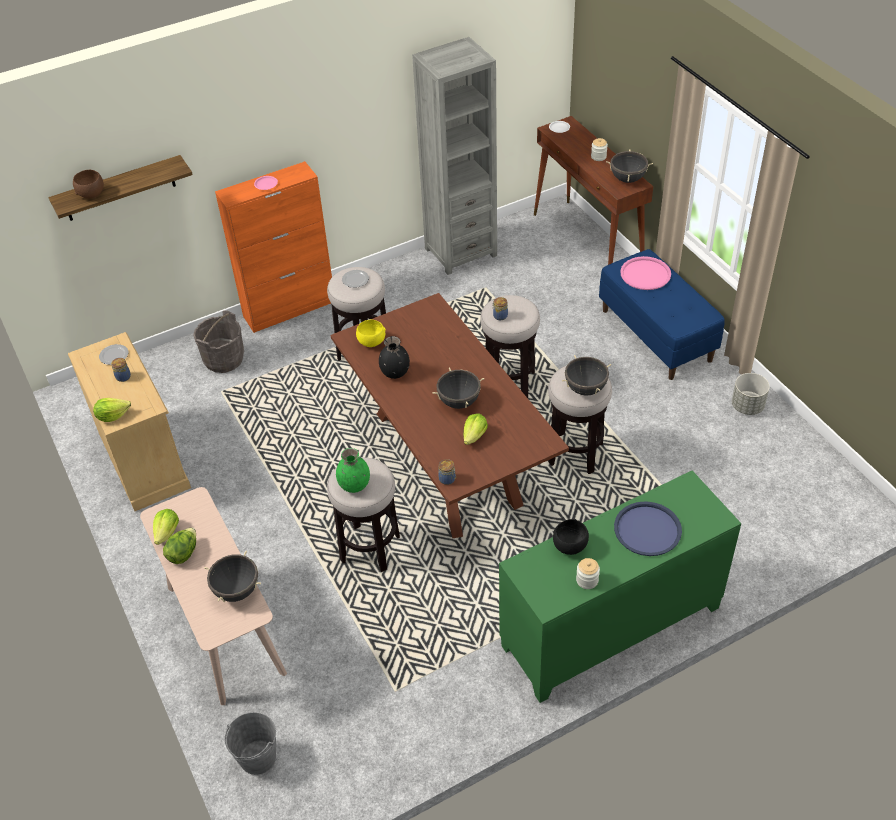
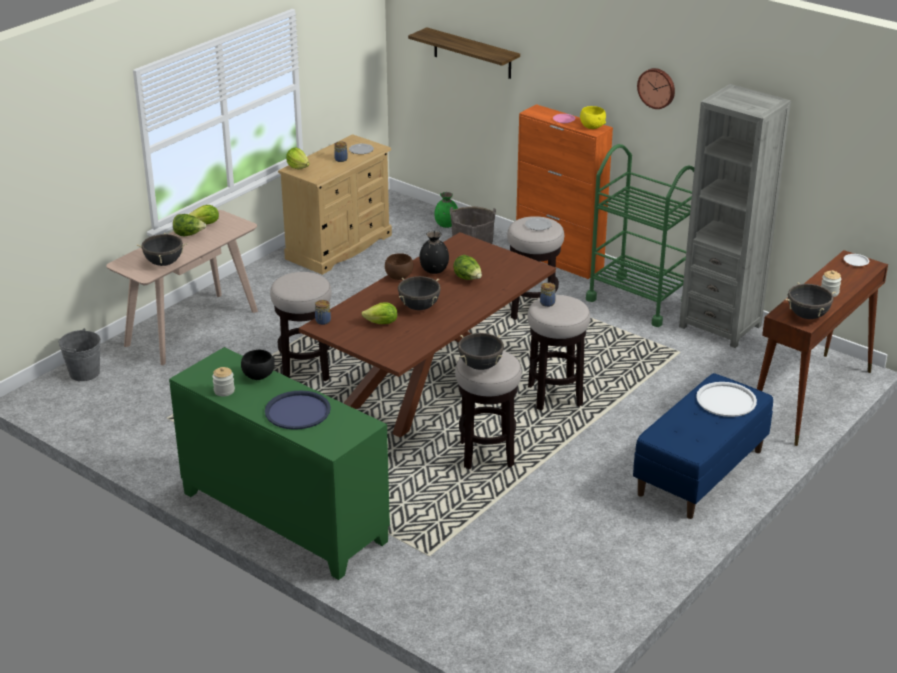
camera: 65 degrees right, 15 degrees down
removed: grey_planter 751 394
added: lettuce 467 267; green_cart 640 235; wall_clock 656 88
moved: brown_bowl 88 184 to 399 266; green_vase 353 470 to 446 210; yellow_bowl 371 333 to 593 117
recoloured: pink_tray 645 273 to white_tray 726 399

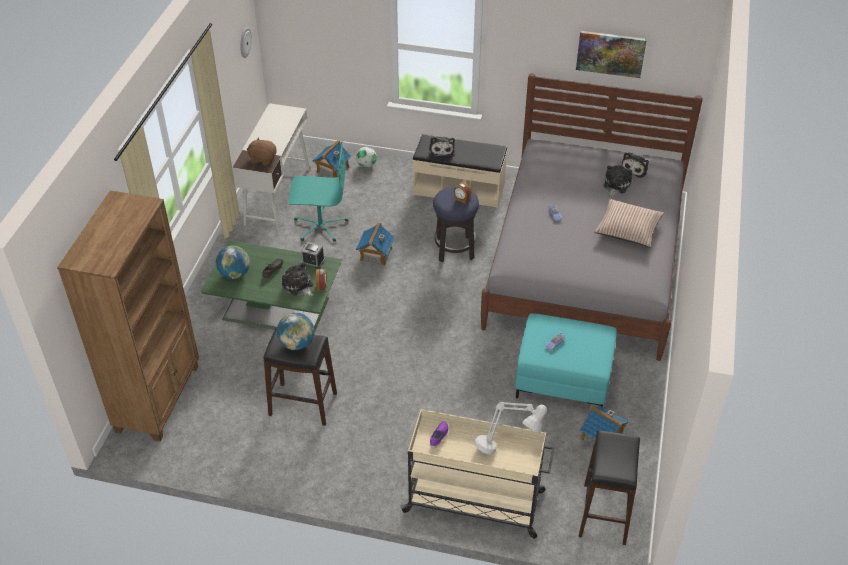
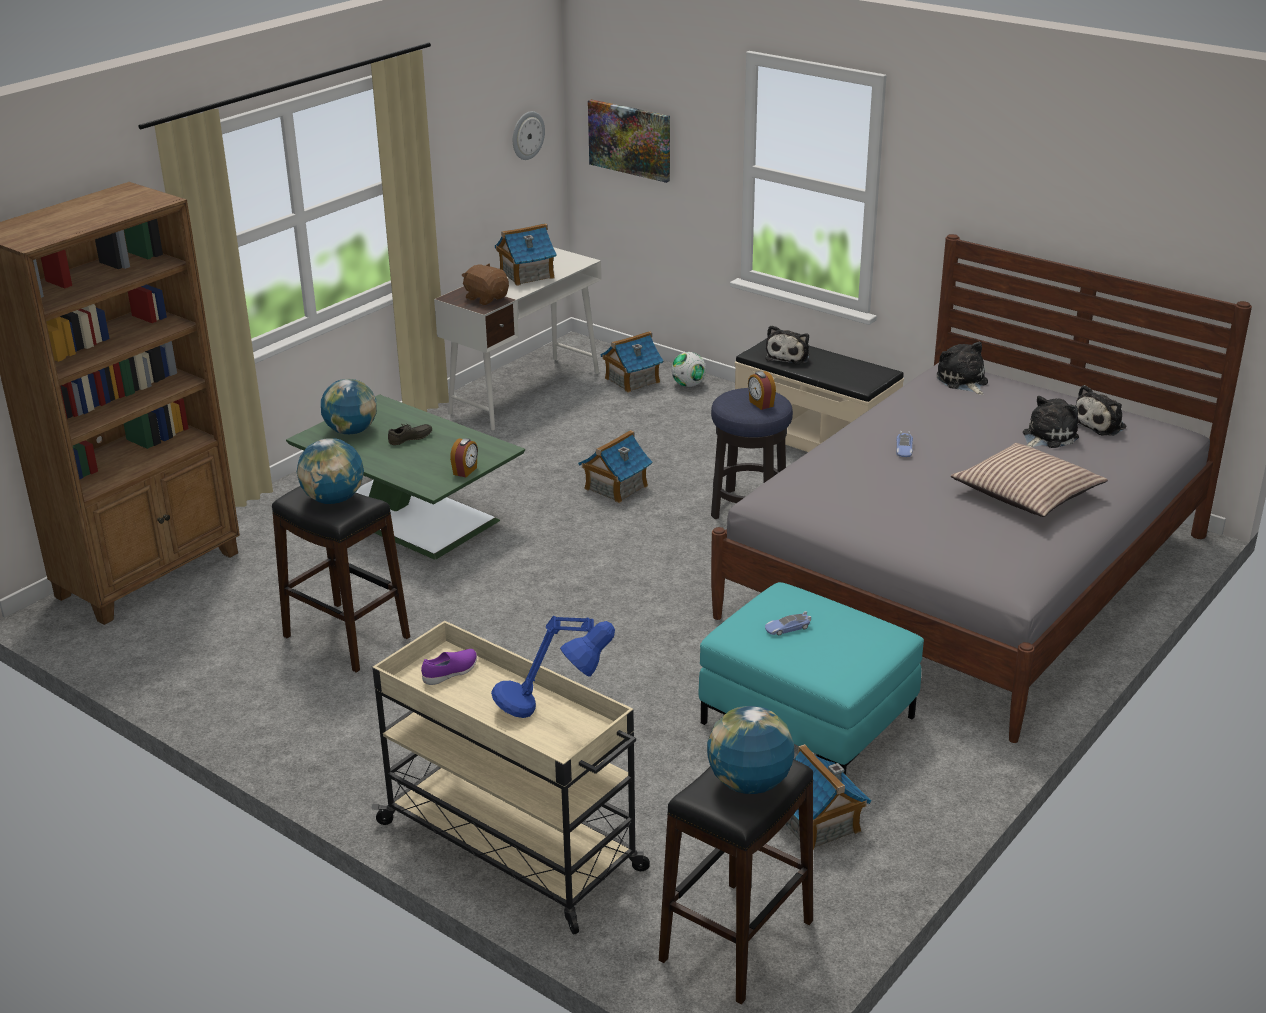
camera: 25 degrees right, 15 degrees down
removed: turquoise_office_chair 318 191; alarm_clock 313 255
added: toy_house 526 254; globe 750 750
moved: plush_toy 297 279 to 962 368; picture 611 54 to 629 141
recoloured: grey_table_lamp 510 428 to blue_table_lamp 553 667

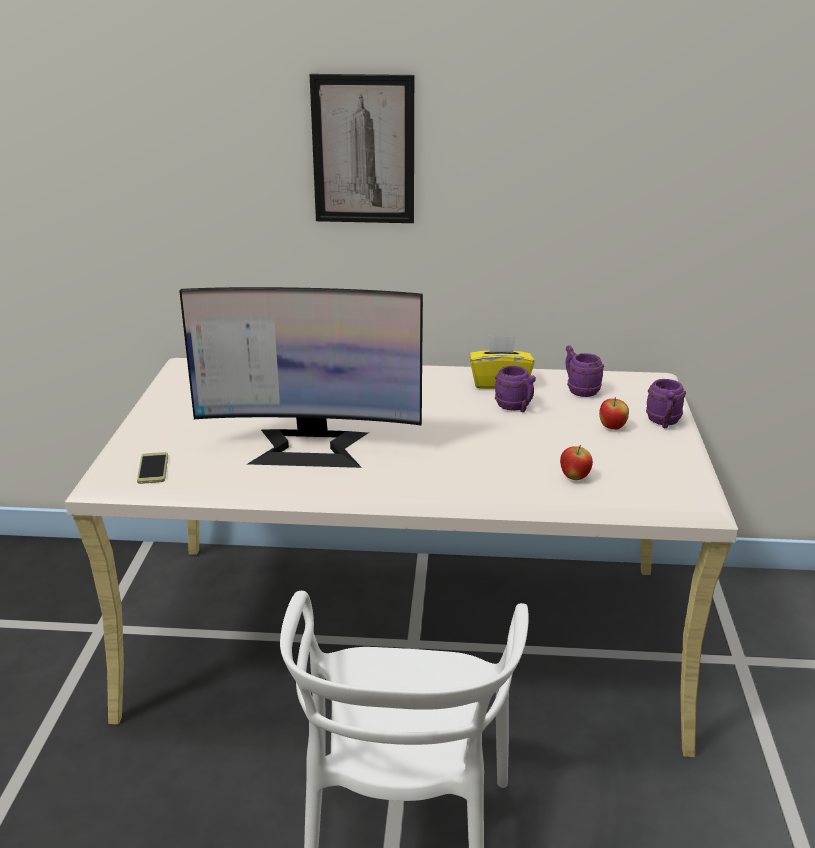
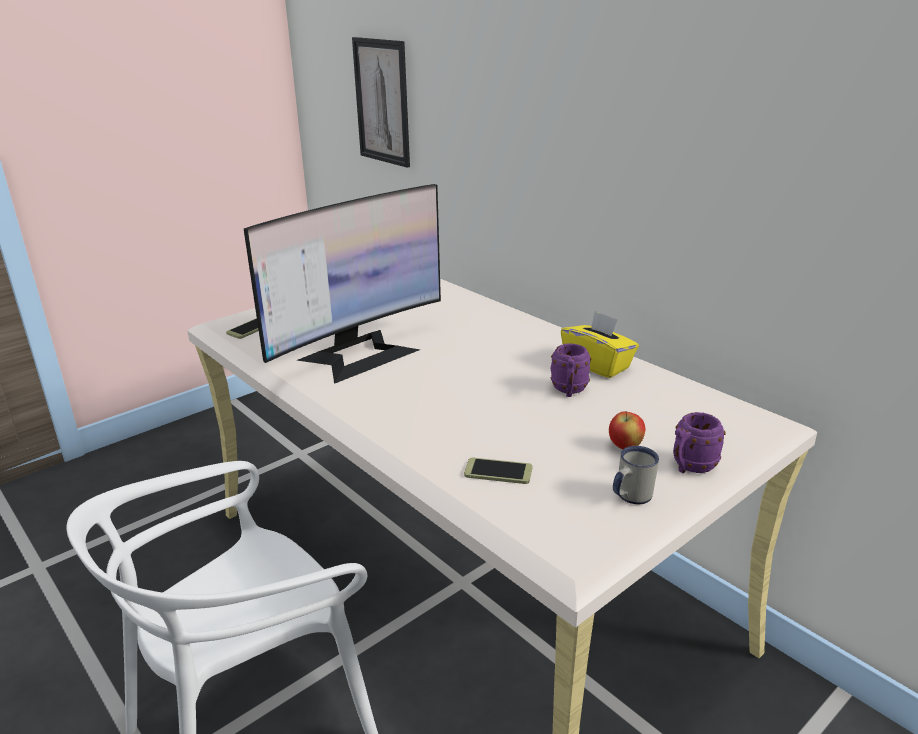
camera: 45 degrees right, 0 degrees up
removed: purple_mug 584 371
added: white_mug 636 475
moved: picture 362 148 to 381 102
replaced: apple 576 462 to phone 498 471
turned: monitor 301 377 = 342 284 90 degrees counterclockwise

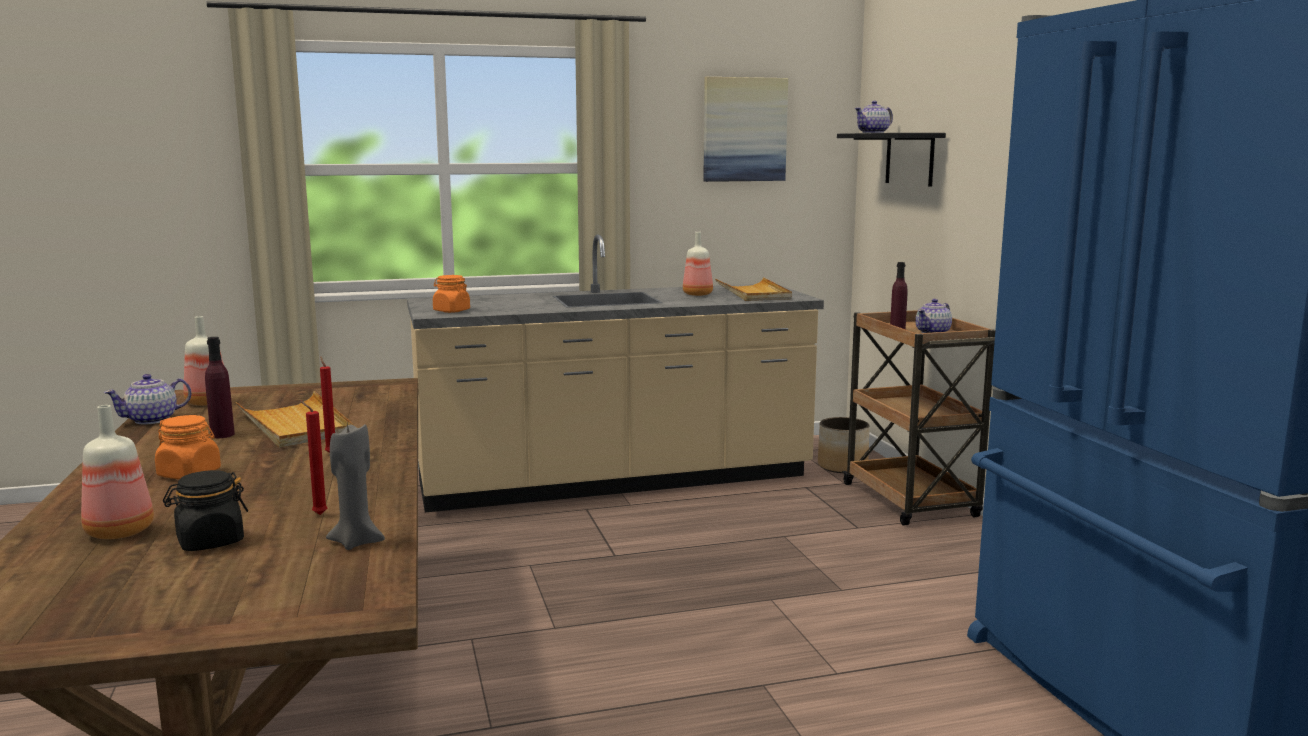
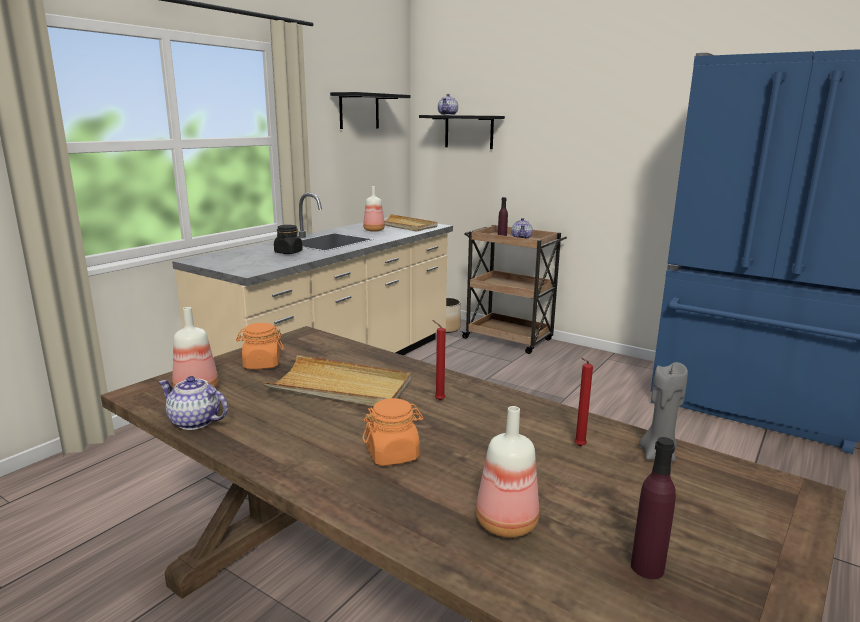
camera: 40 degrees left, 5 degrees up
moved: black_jar 205 510 to 288 239; purple_bottle 220 387 to 653 508; orange_jar 451 294 to 260 346
replaced: picture 745 129 to black_shelf 370 110
turned: teapot 147 399 = 193 403 105 degrees clockwise

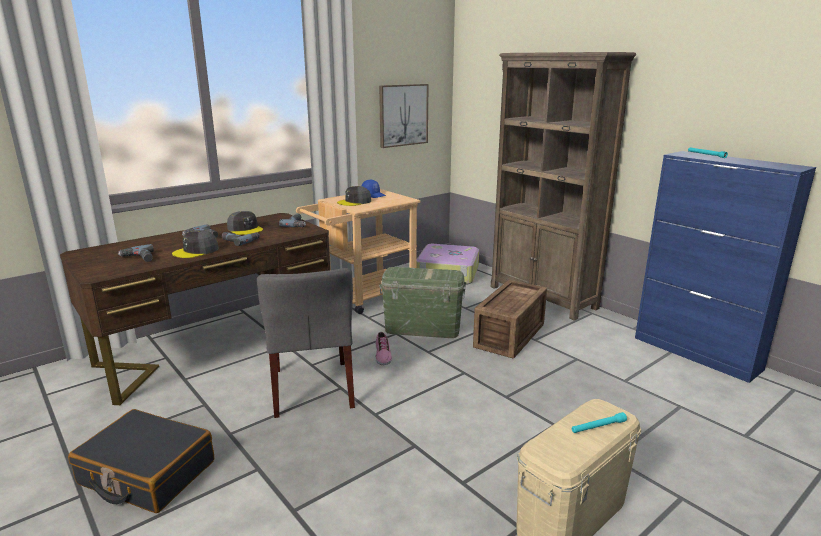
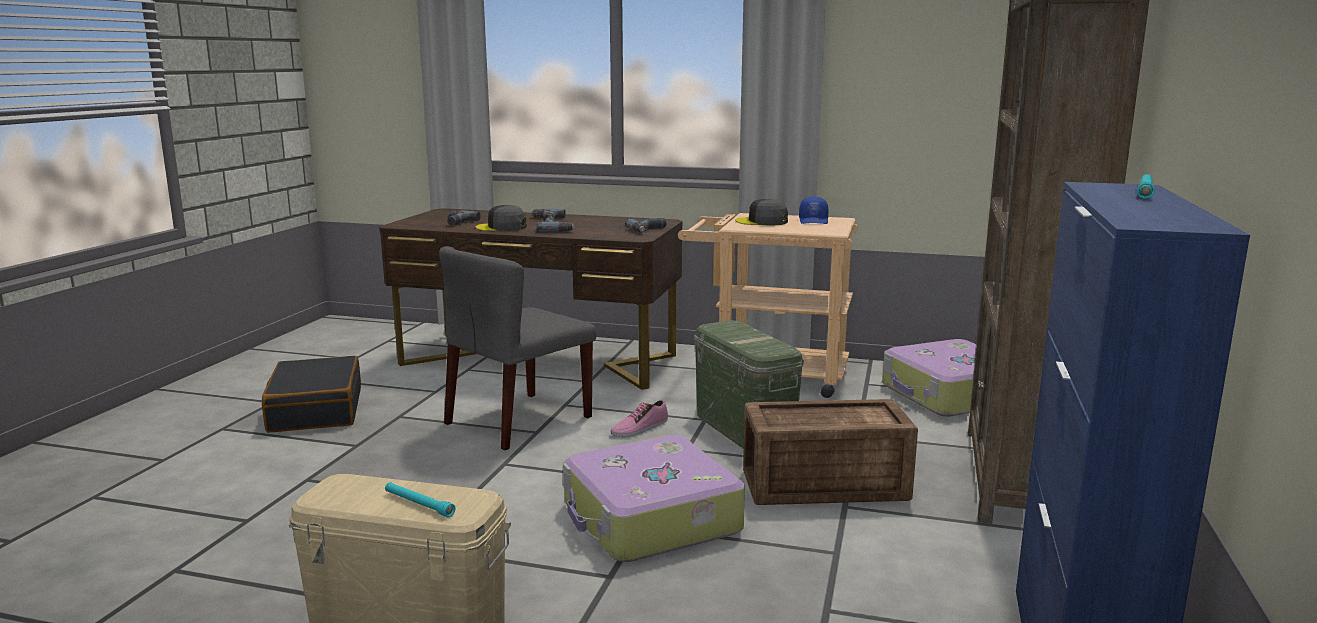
camera: 55 degrees right, 5 degrees down
removed: grey_cap 245 223; picture 404 116
added: suitcase 654 498

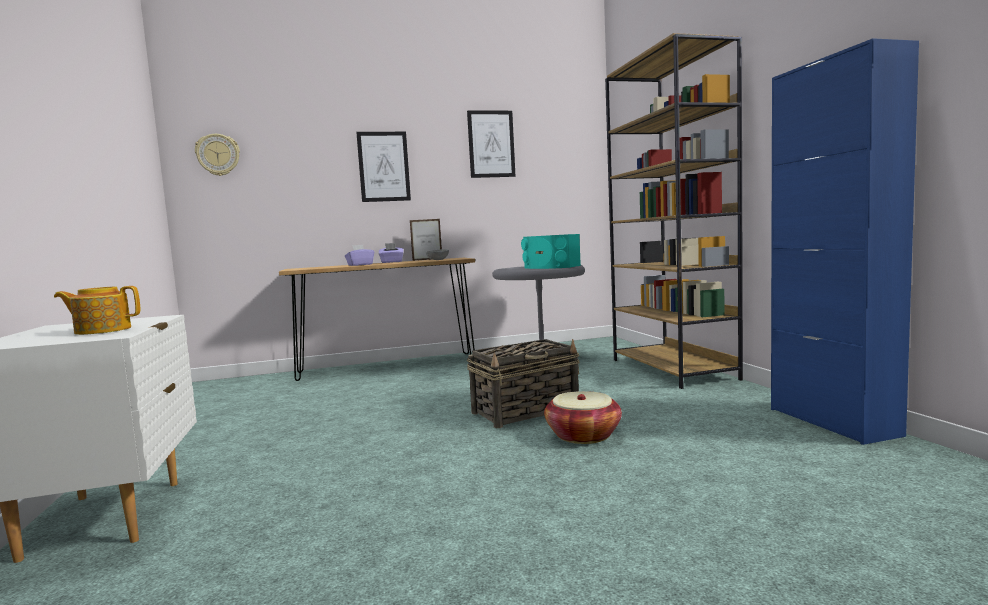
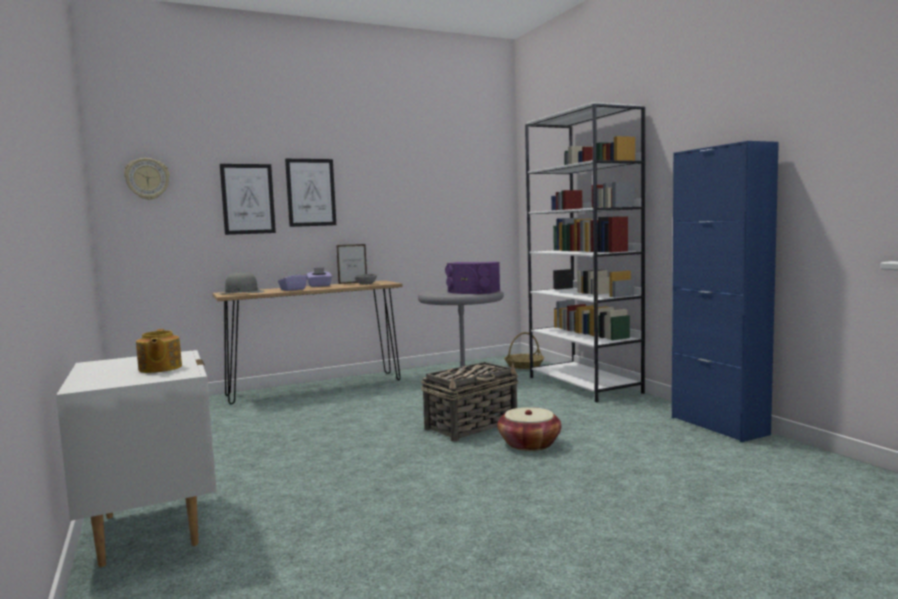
camera: 10 degrees left, 0 degrees up
added: grey_hat 242 284; basket 524 350
moved: picture 491 144 to 248 199
recoloured: turquoise_speaker 551 251 to purple_speaker 472 278; brown_bookcase 674 211 to white_bookcase 585 252
turned: teapot 97 310 = 159 351 90 degrees counterclockwise

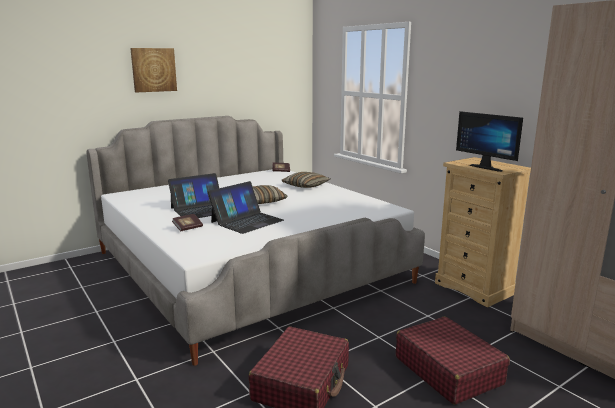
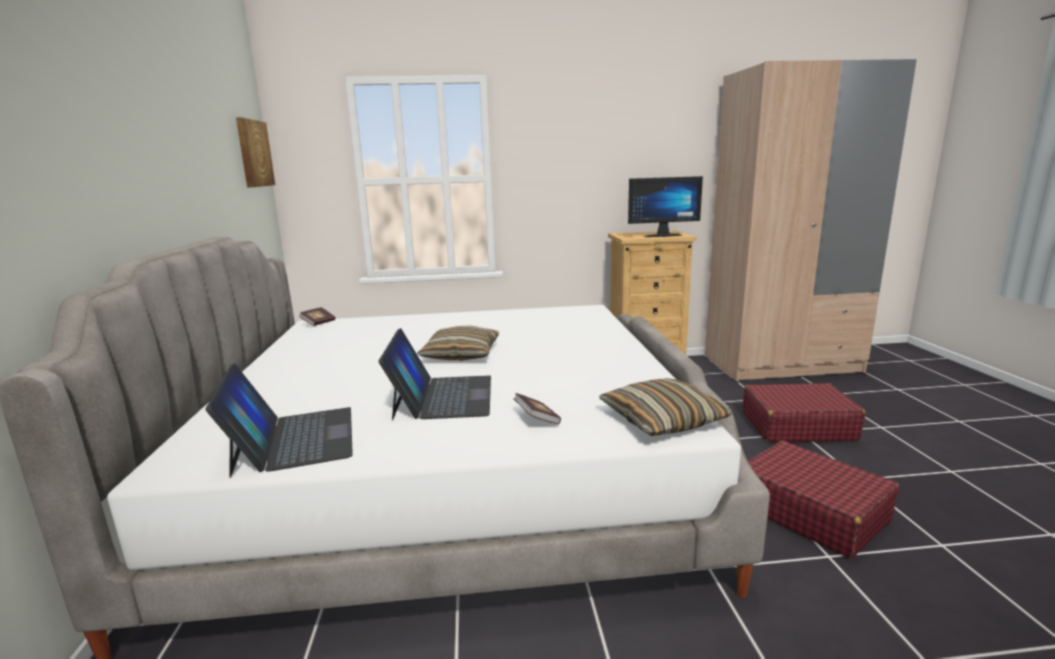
camera: 60 degrees left, 0 degrees up
moved: picture 153 70 to 255 152; laptop 246 207 to 279 420; pillow 306 180 to 666 407

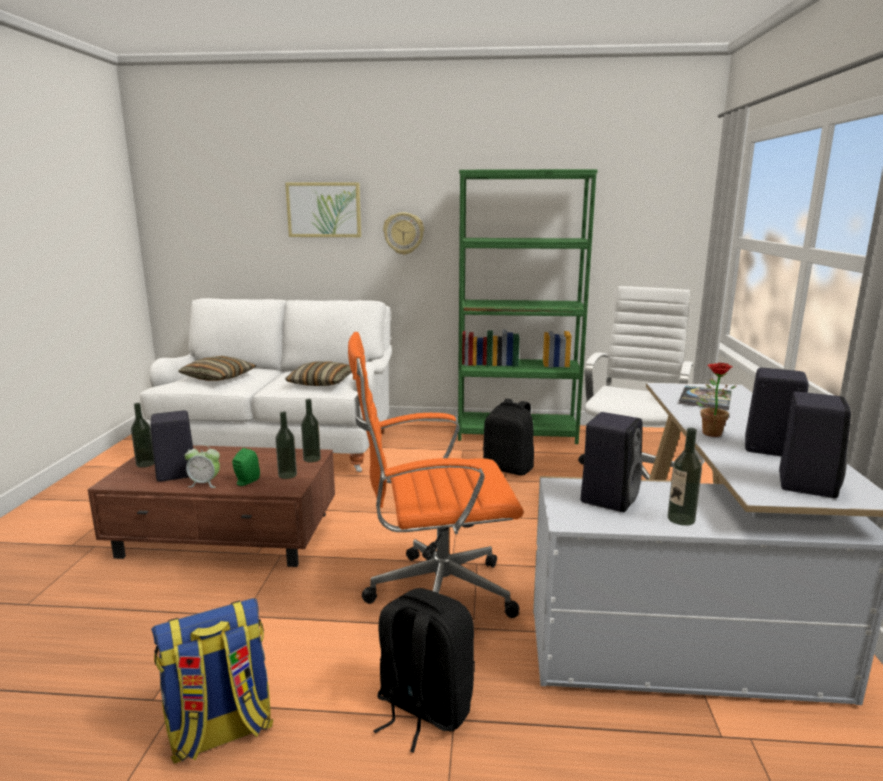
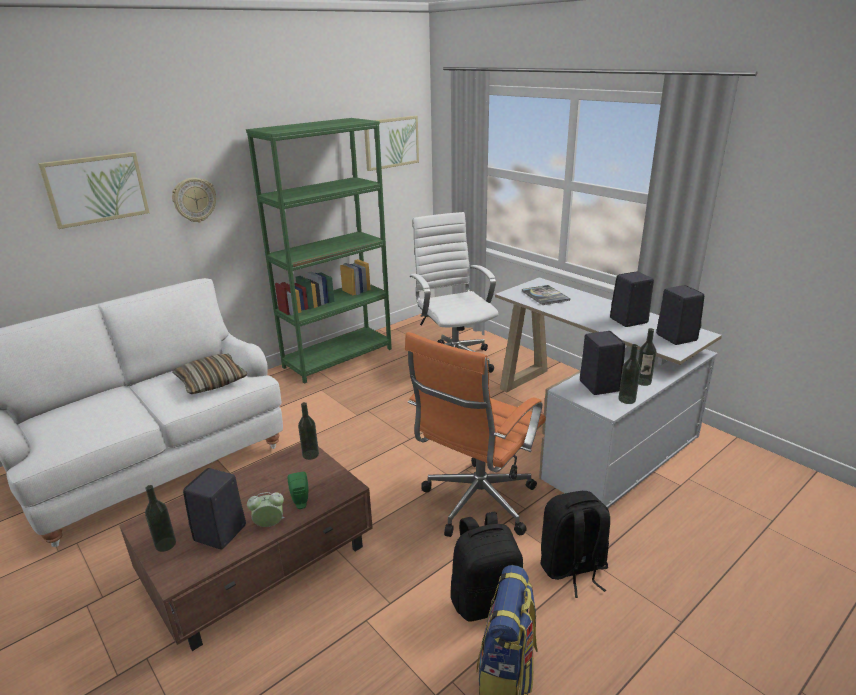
camera: 45 degrees left, 10 degrees up
removed: pillow 217 368; potted_plant 716 400
added: picture 391 143
moved: bottle 286 445 to 629 374; black_backpack 508 437 to 487 567
turned: alarm_clock 202 466 = 266 509 150 degrees counterclockwise

